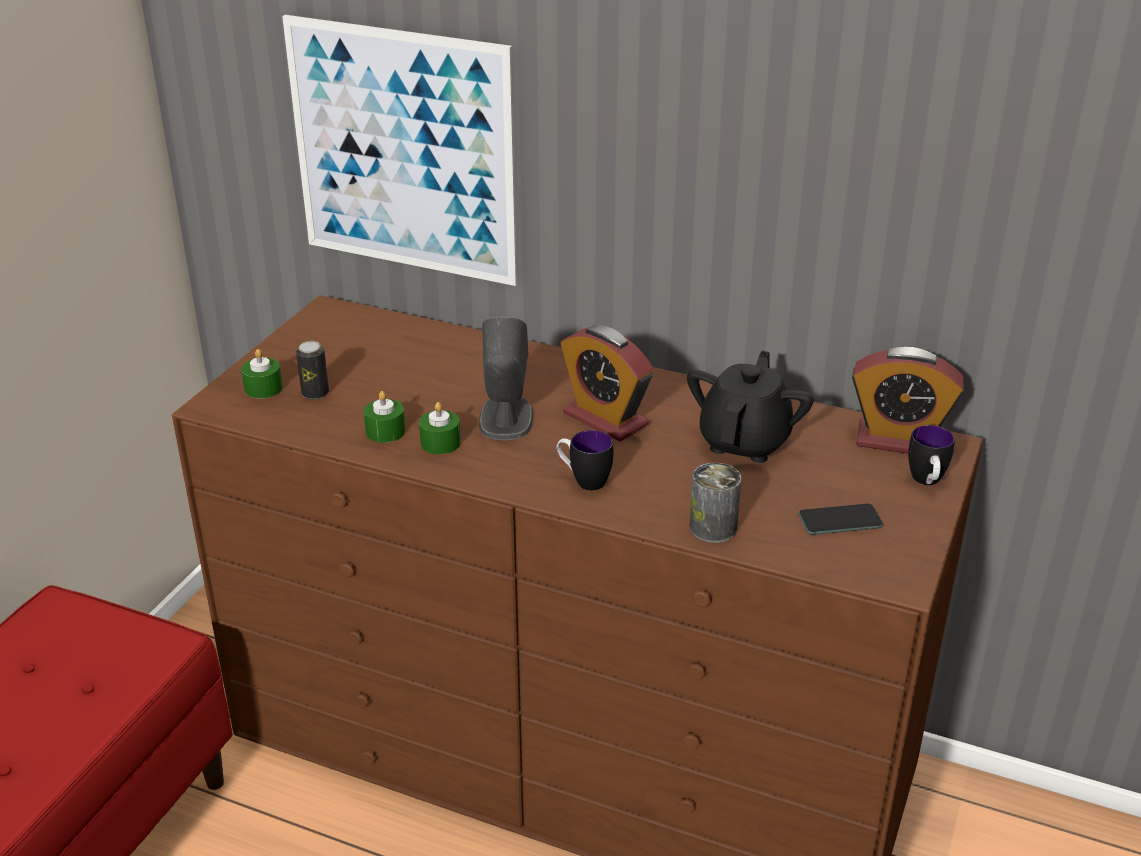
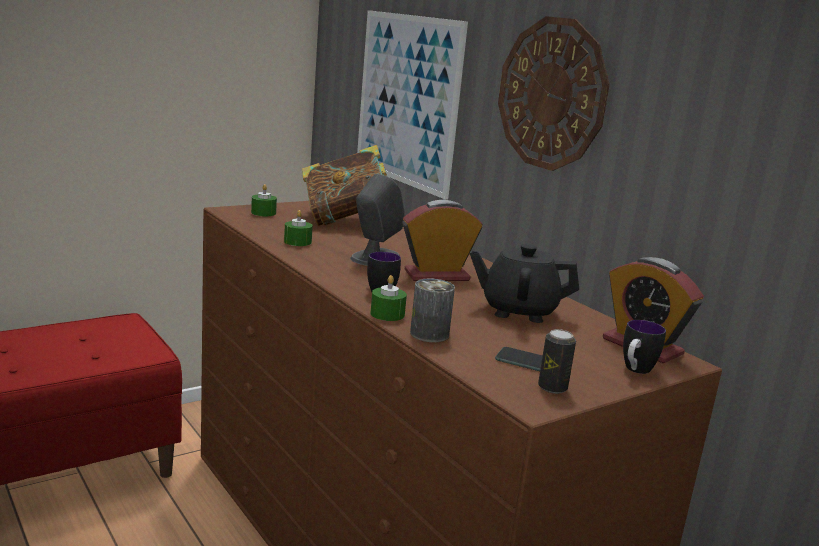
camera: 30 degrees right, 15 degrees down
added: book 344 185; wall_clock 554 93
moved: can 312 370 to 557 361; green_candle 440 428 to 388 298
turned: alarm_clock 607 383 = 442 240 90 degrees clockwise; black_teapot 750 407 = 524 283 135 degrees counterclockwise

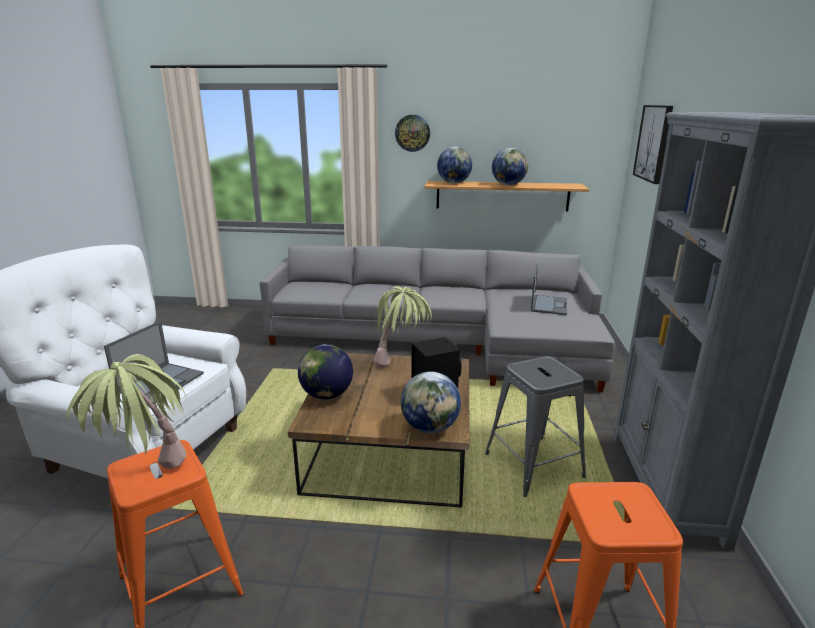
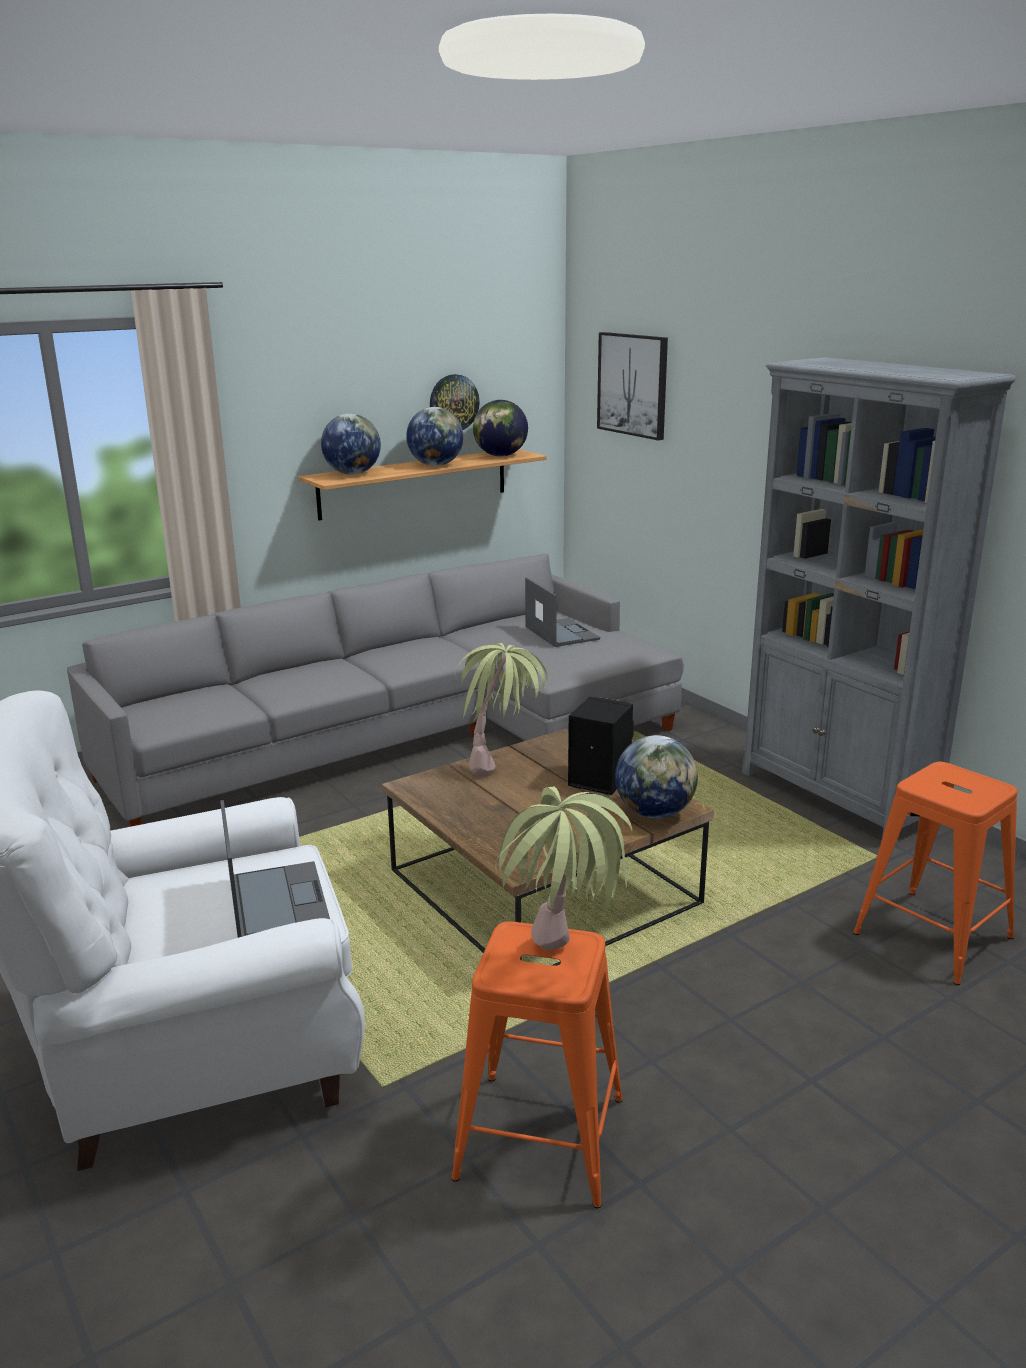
camera: 40 degrees left, 0 degrees up
removed: grey_stool 535 426
moved: globe 325 371 to 500 428; wall_clock 412 133 to 455 402

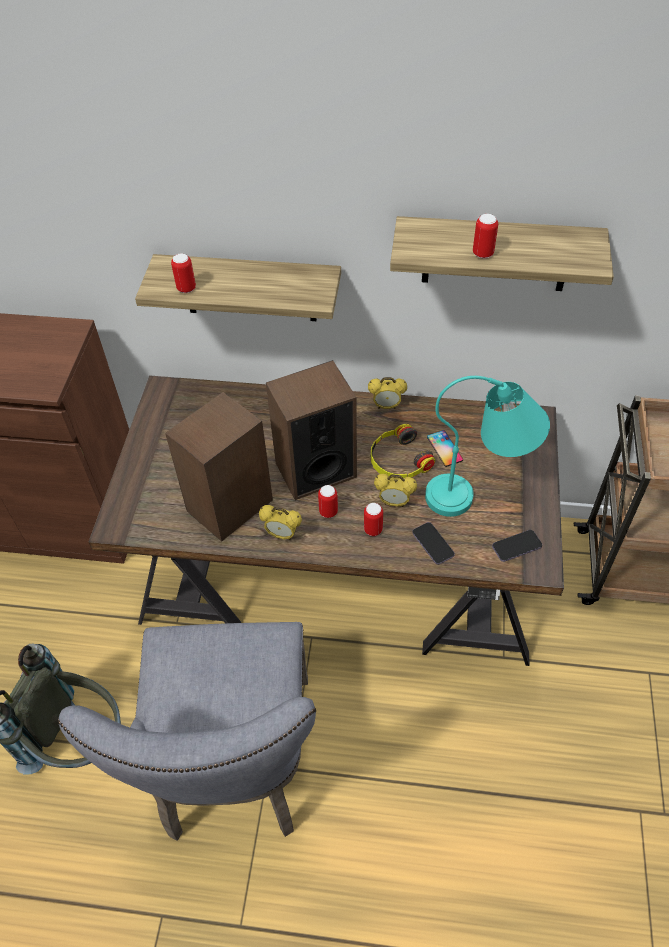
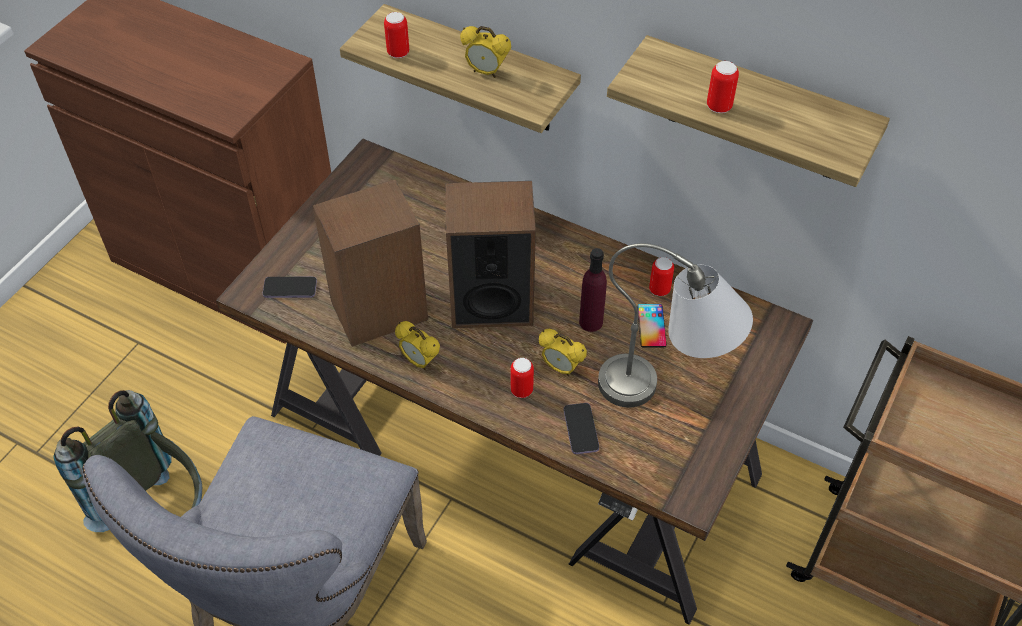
camera: 20 degrees right, 0 degrees up
moved: can 328 501 to 661 276; alarm_clock 387 393 to 485 52; phone 517 546 to 290 287
replaced: headphones 403 451 to purple_bottle 593 290
recoloured: turquoise_table_lamp 487 446 to grey_table_lamp 675 325

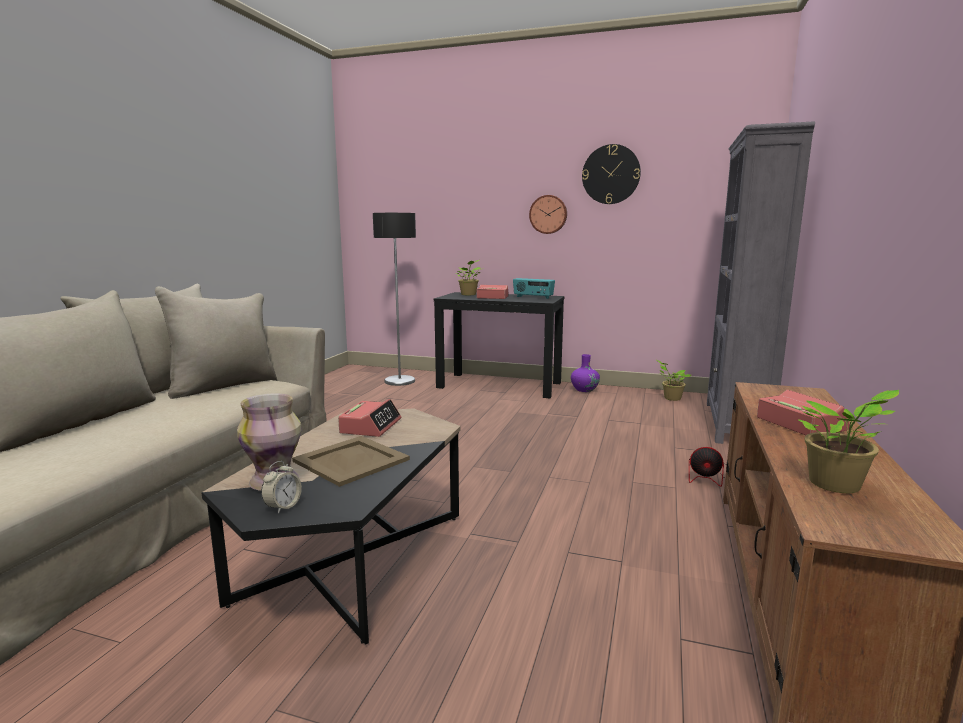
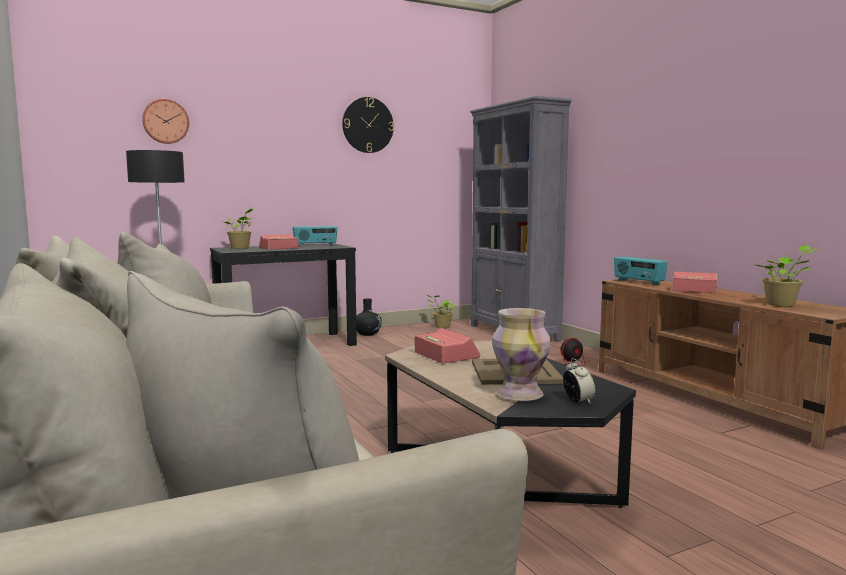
camera: 45 degrees left, 5 degrees down
added: radio 641 271
moved: wall_clock 548 214 to 165 121
recoloured: purple_vase 585 373 to black_vase 369 317

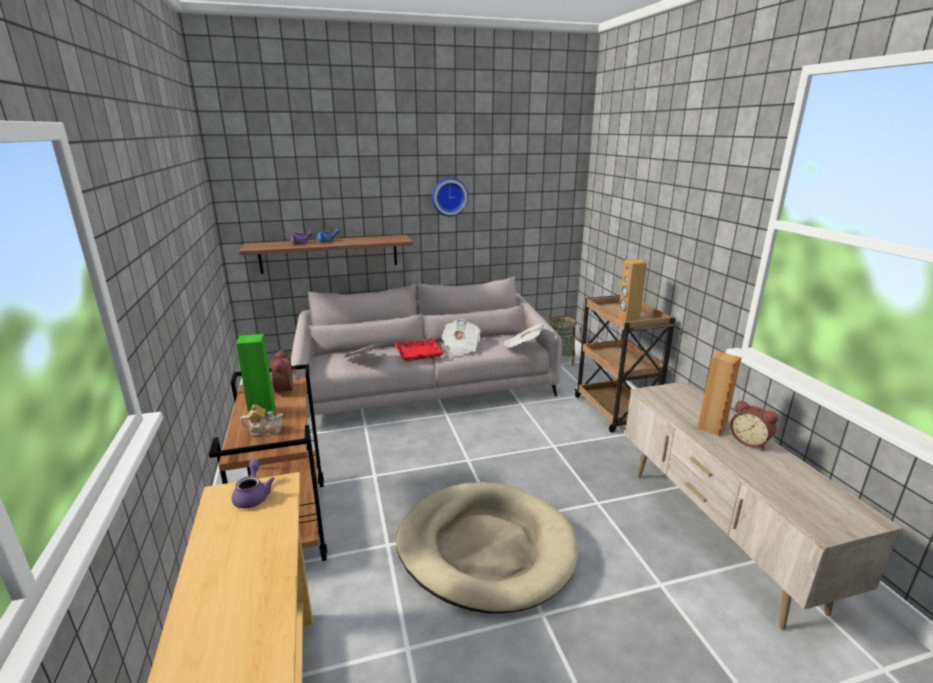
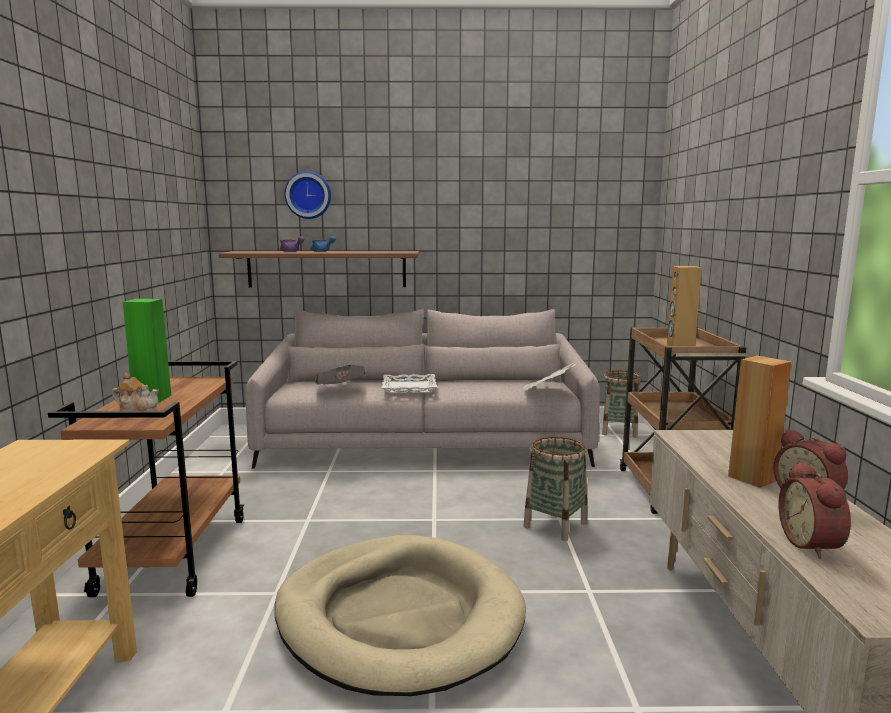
camera: 15 degrees right, 10 degrees down
removed: purple_teapot 253 483; newspaper 461 337
added: basket 555 488
moved: alarm_clock 283 373 to 814 510; wall_clock 450 197 to 308 195
recoloured: red_tray 419 349 to white_tray 409 383

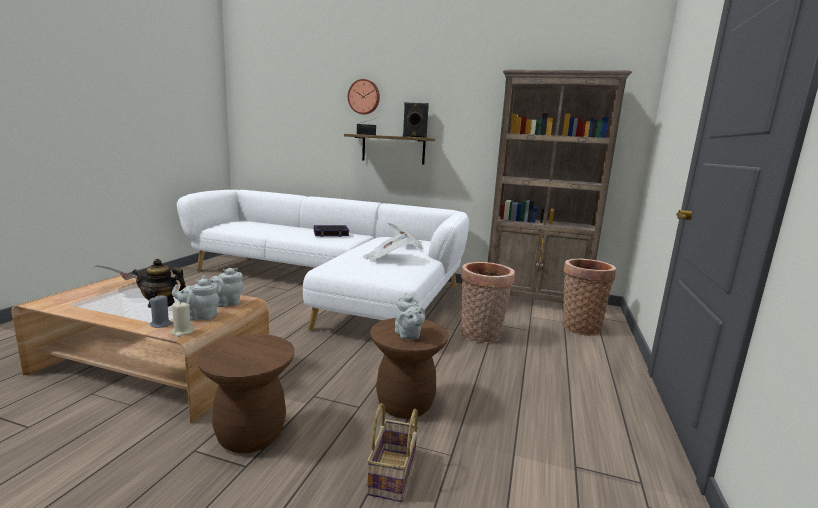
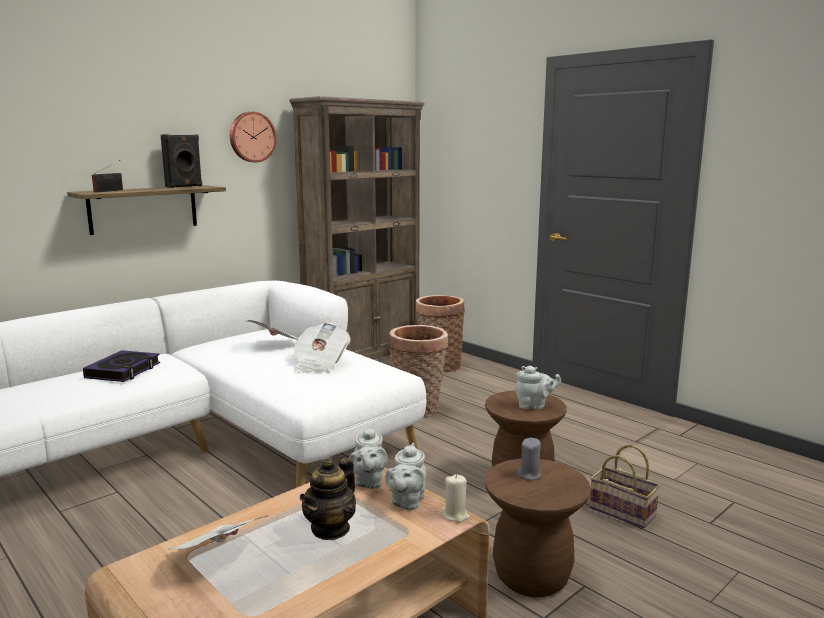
camera: 60 degrees left, 0 degrees up
moved: grey_candle 161 311 to 529 459; wall_clock 364 97 to 253 137

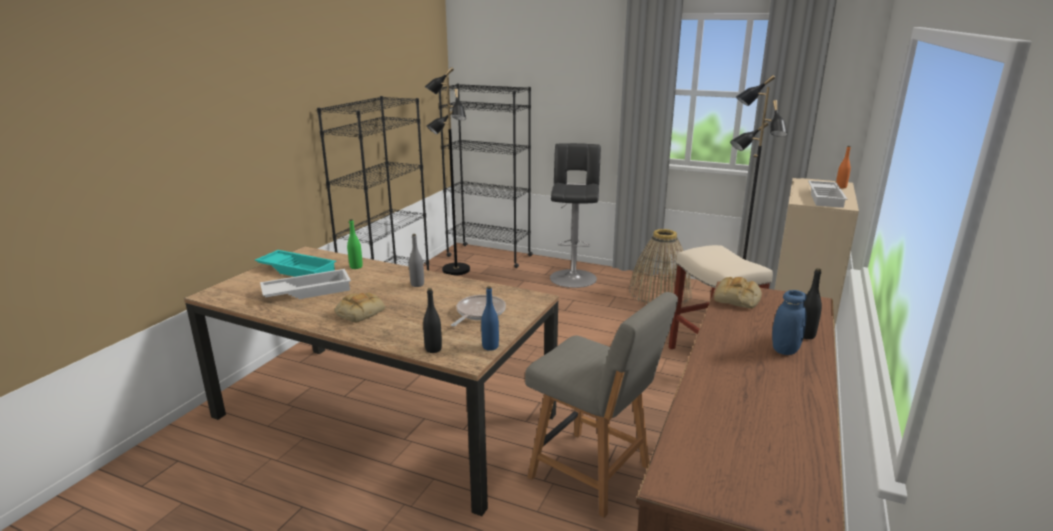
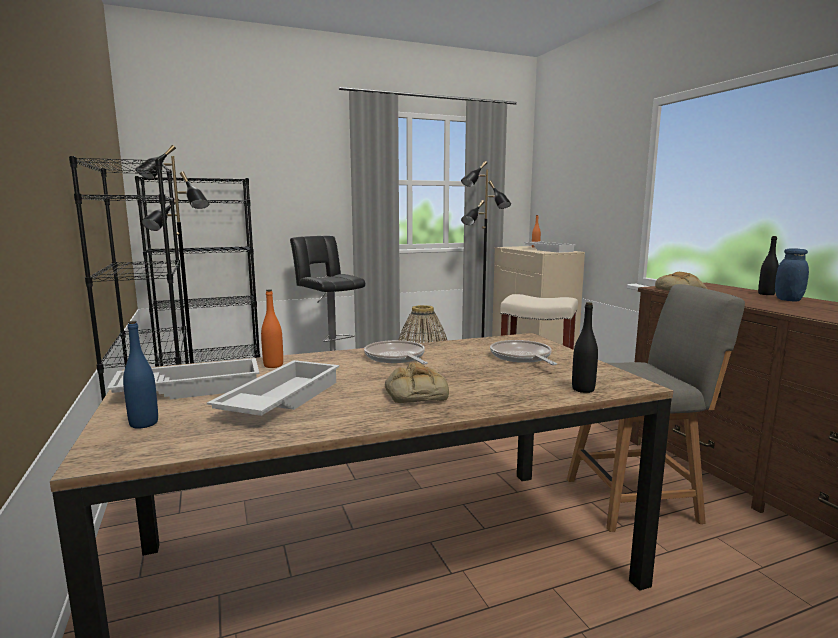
camera: 45 degrees left, 10 degrees down
moved: blue_bottle 490 318 to 140 375
replaced: grey_bottle 416 260 to frying_pan 396 352
recoloured: turquoise_tray 295 263 to white_tray 183 378; green_bottle 355 244 to orange_bottle 272 329

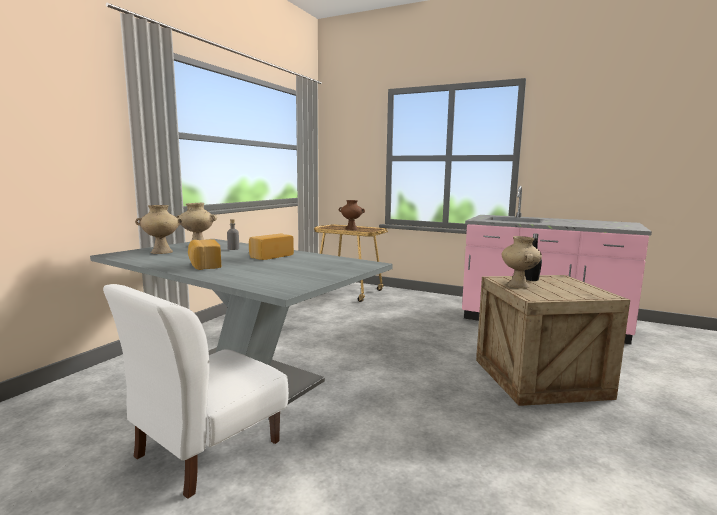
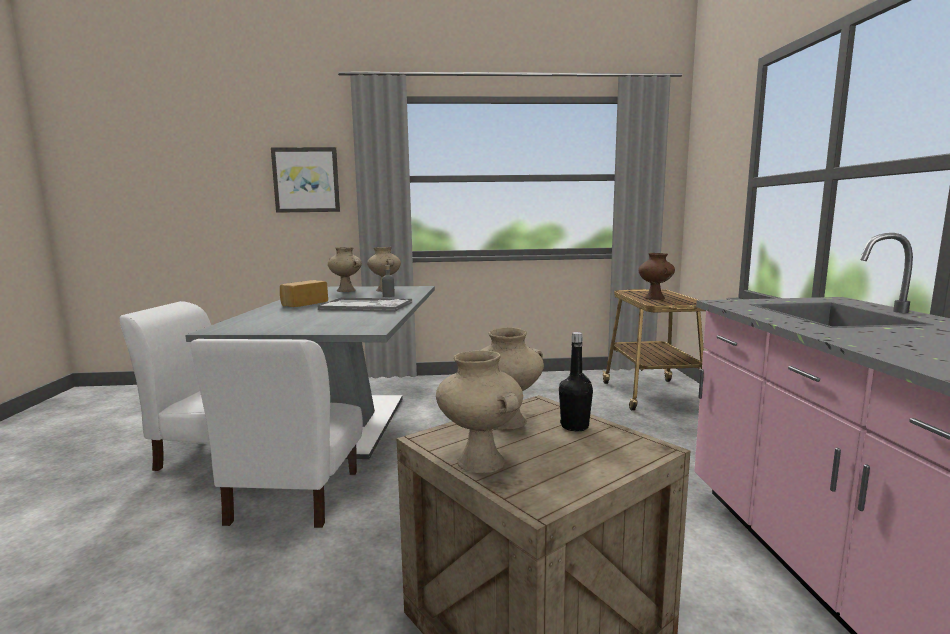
camera: 60 degrees right, 0 degrees up
added: white_chair 277 433; picture 305 180; beige_vase 479 412
replaced: bread 271 247 to tray 364 305

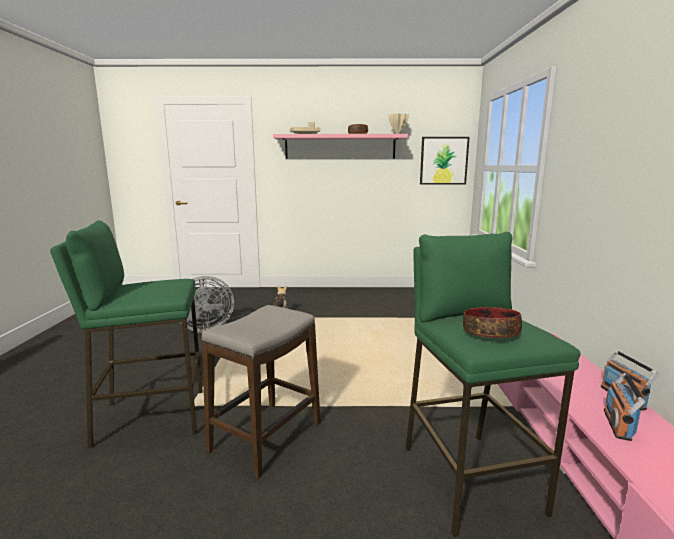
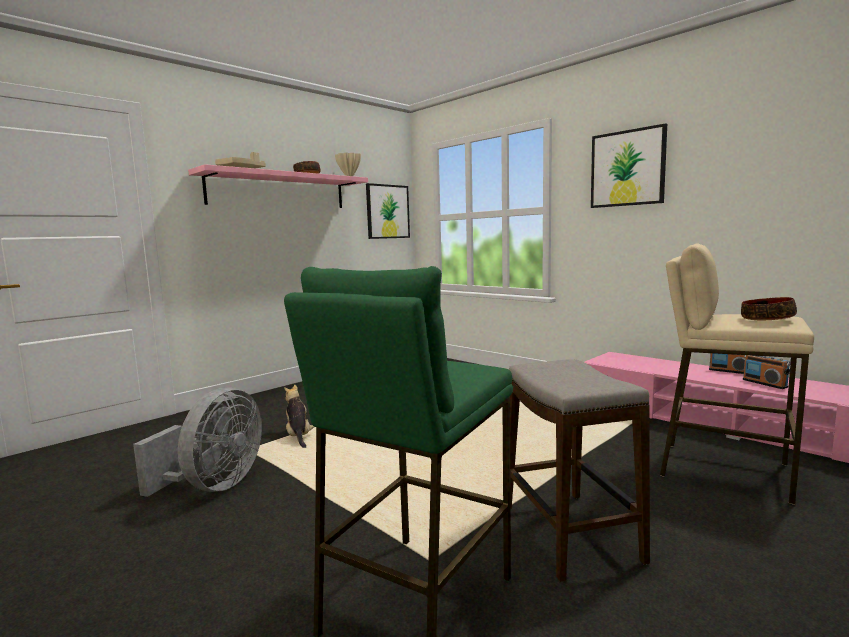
camera: 45 degrees left, 5 degrees down
added: picture 629 165
recoloured: green_stool 493 385 to beige_stool 737 374

